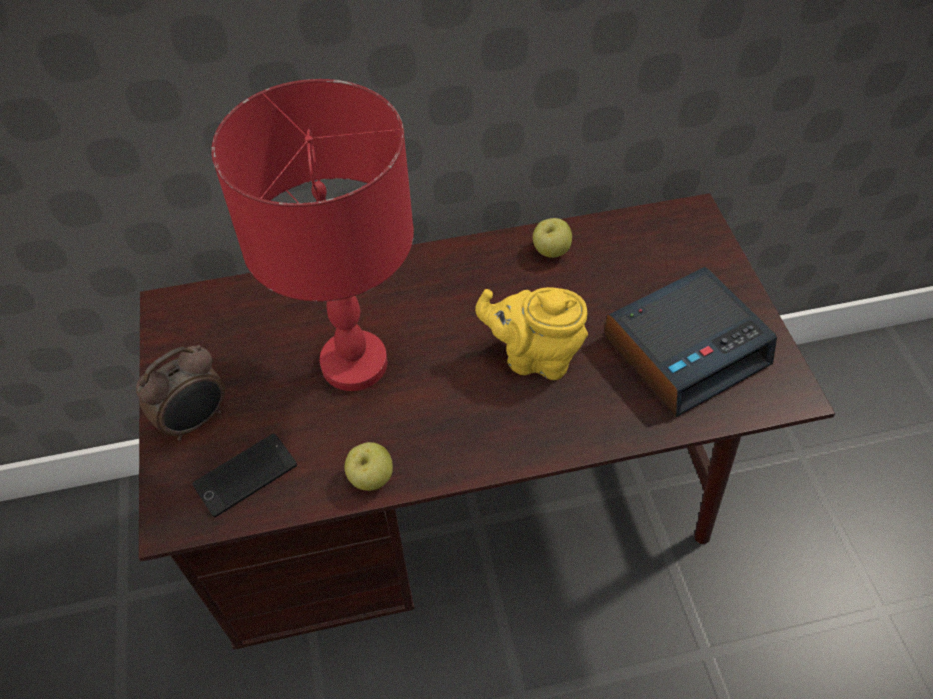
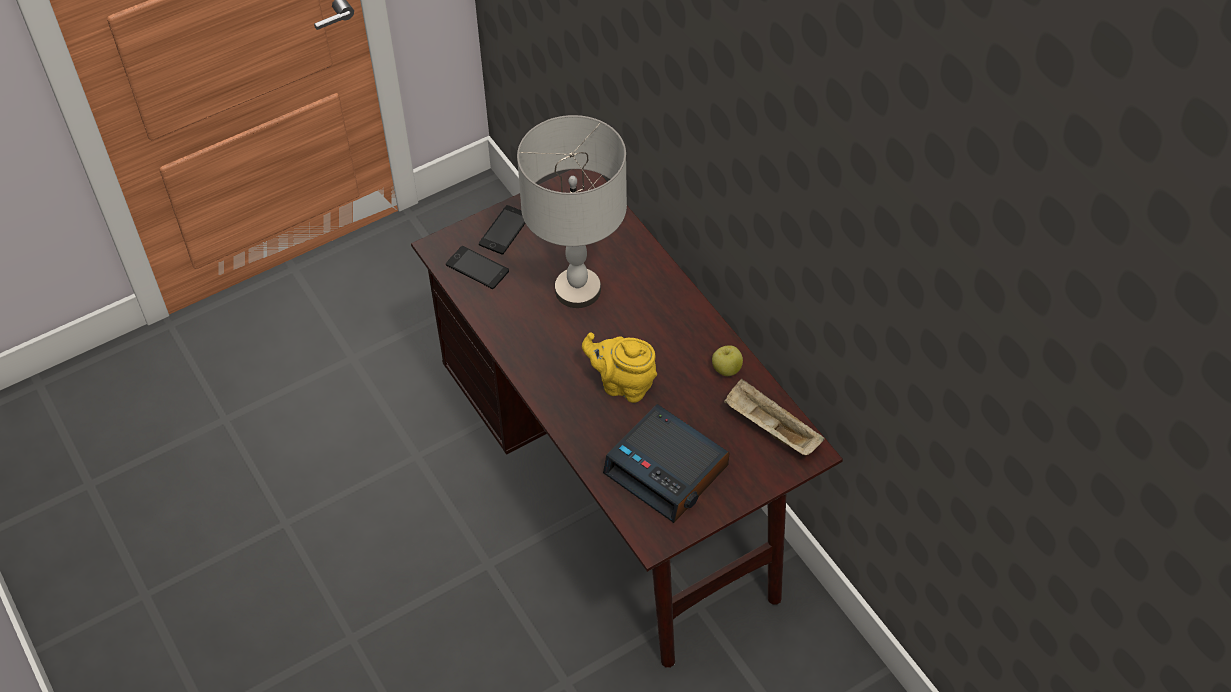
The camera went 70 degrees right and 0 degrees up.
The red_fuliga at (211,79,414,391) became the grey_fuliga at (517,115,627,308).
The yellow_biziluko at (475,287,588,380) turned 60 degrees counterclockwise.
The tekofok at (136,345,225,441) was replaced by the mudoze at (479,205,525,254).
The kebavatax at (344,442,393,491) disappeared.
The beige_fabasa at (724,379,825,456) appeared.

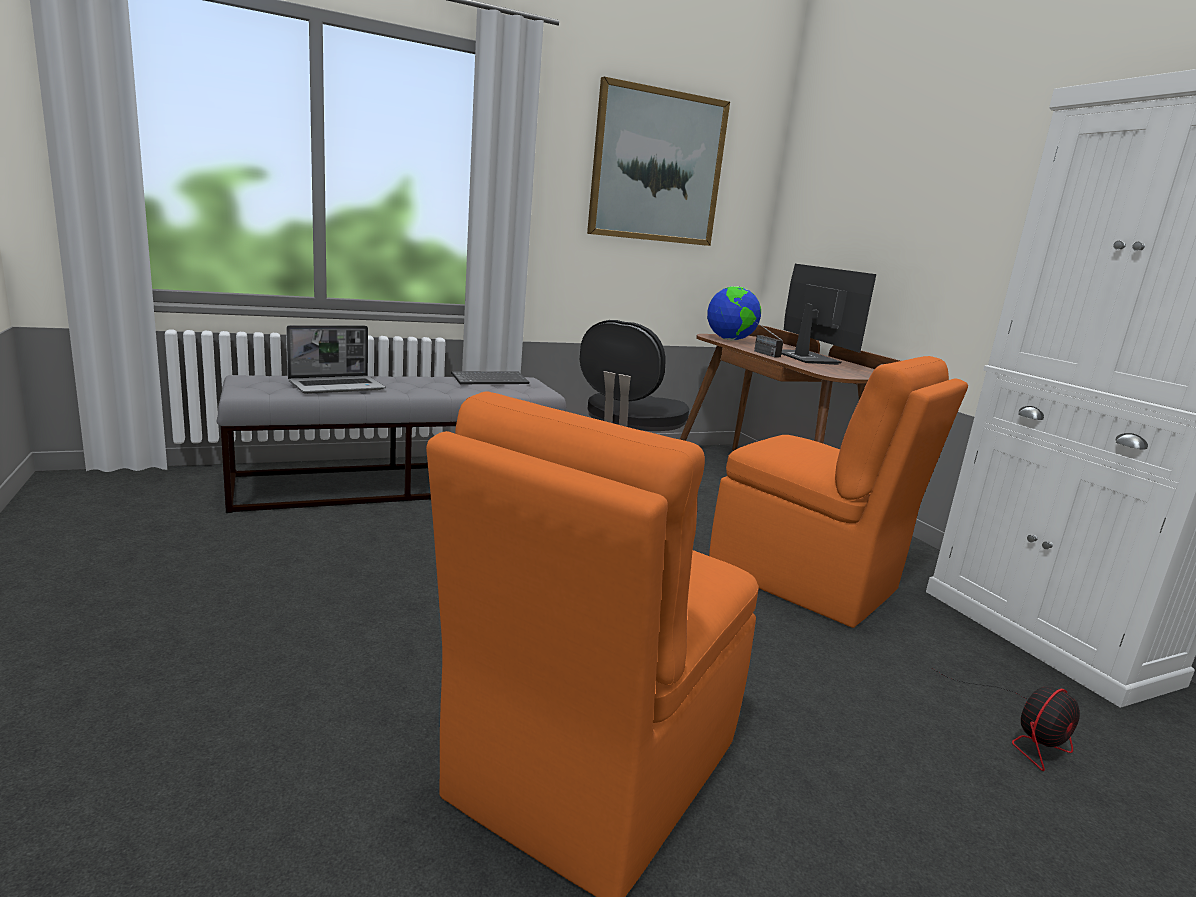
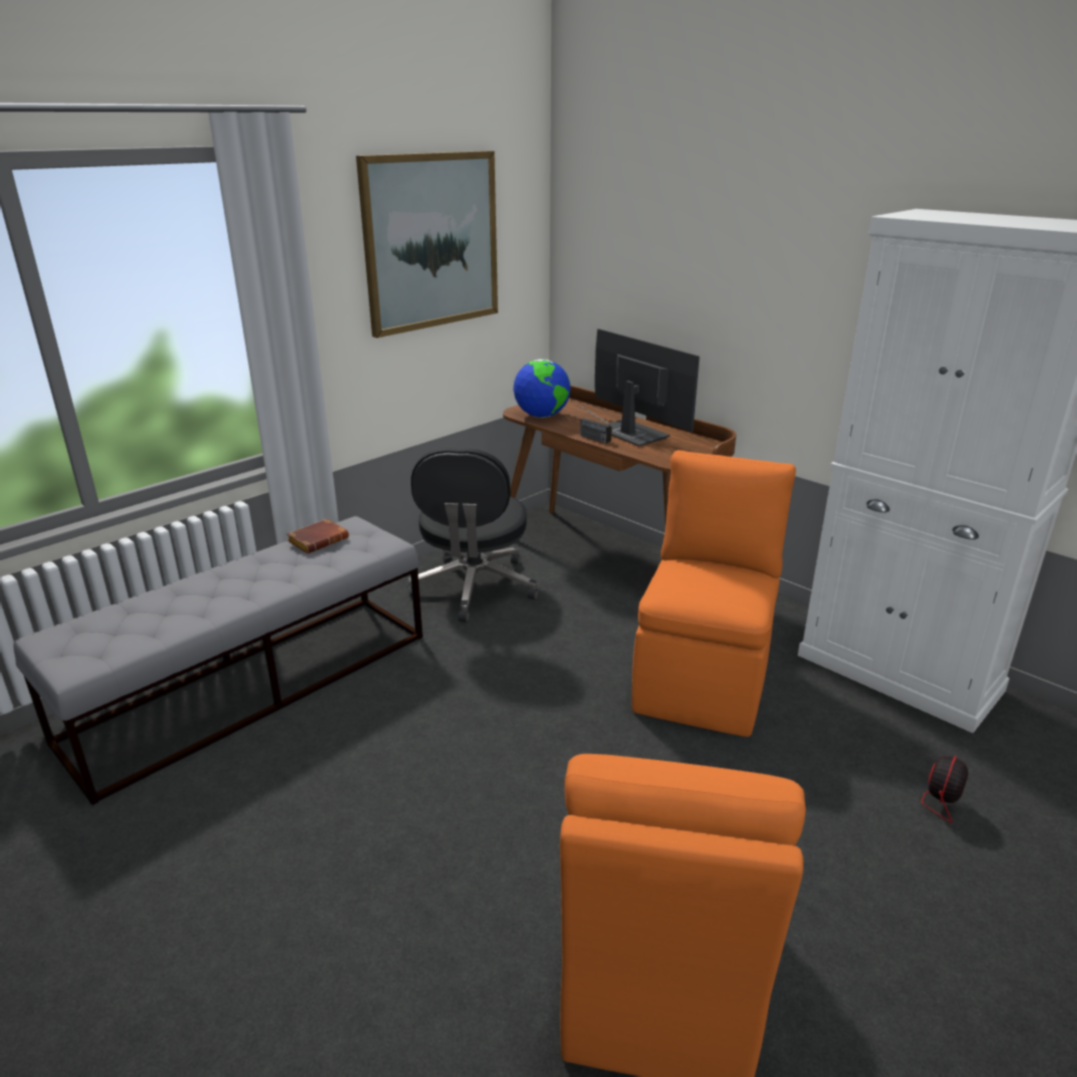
The camera went 20 degrees left and 10 degrees up.
The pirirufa at (286,325,386,394) disappeared.
The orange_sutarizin at (709,356,968,628) turned 90 degrees counterclockwise.
The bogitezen at (451,371,529,384) was replaced by the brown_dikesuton at (287,519,349,554).

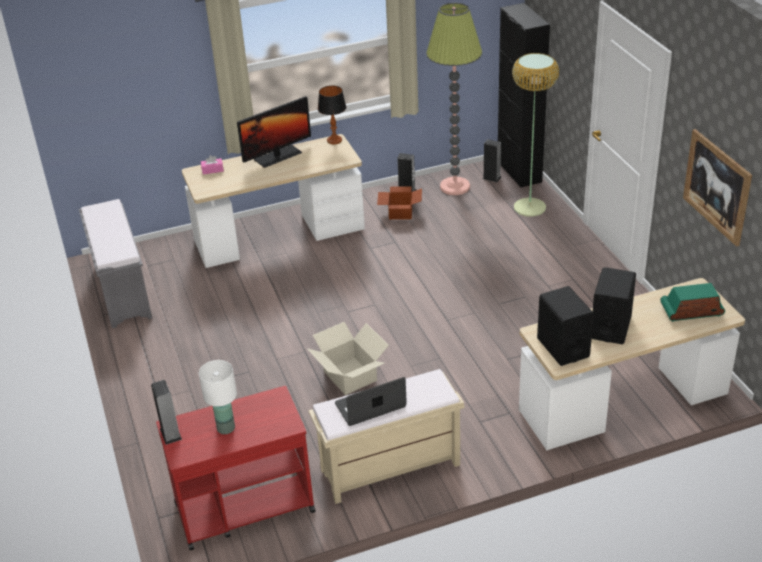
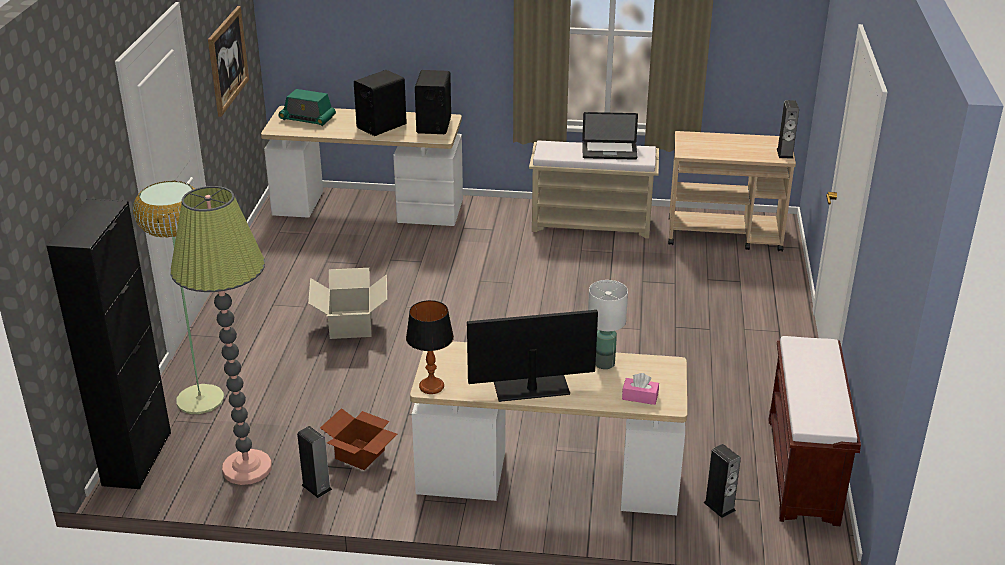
The camera went 155 degrees left and 5 degrees down.
The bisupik moved from (483,139,501,182) to (703,444,741,518).
The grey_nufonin at (79,199,152,328) became the brown_nufonin at (768,336,861,527).
The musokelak moved from (308,322,389,395) to (308,268,387,339).
The white_fuliga moved from (199,360,237,434) to (588,280,628,369).
The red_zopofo at (156,386,316,550) became the beige_zopofo at (668,131,796,252).

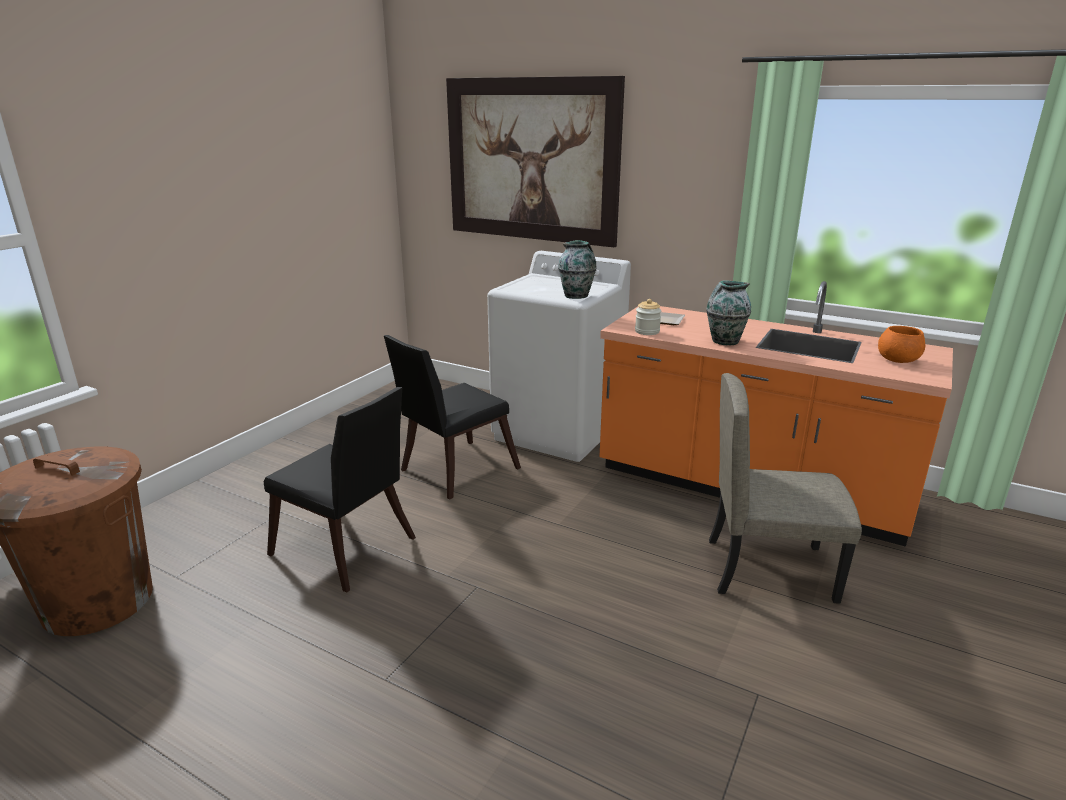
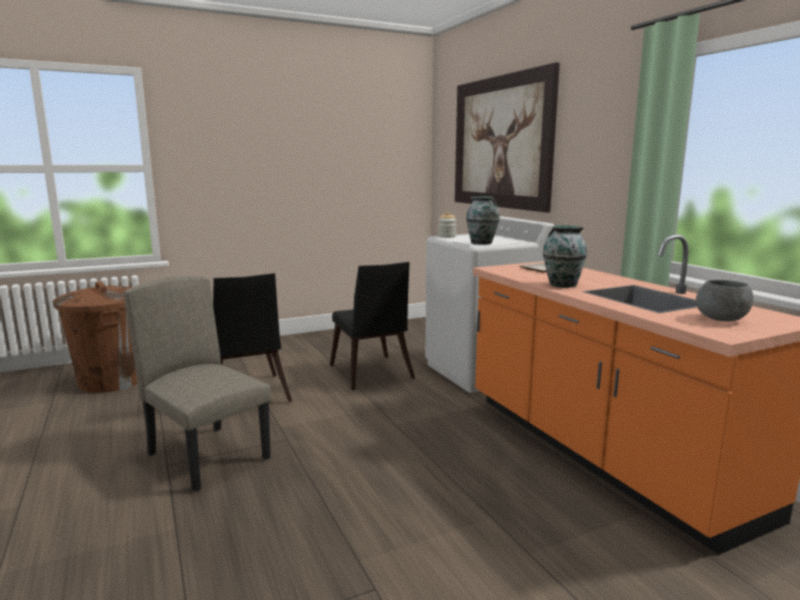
The camera went 35 degrees right and 10 degrees down.
The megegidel moved from (635,299,661,335) to (438,212,457,238).
The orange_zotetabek at (878,326,925,363) became the grey_zotetabek at (696,280,753,321).
The black_sutarizin at (384,335,521,500) turned 105 degrees counterclockwise.
The beige_sutarizin moved from (709,373,862,604) to (124,276,271,491).

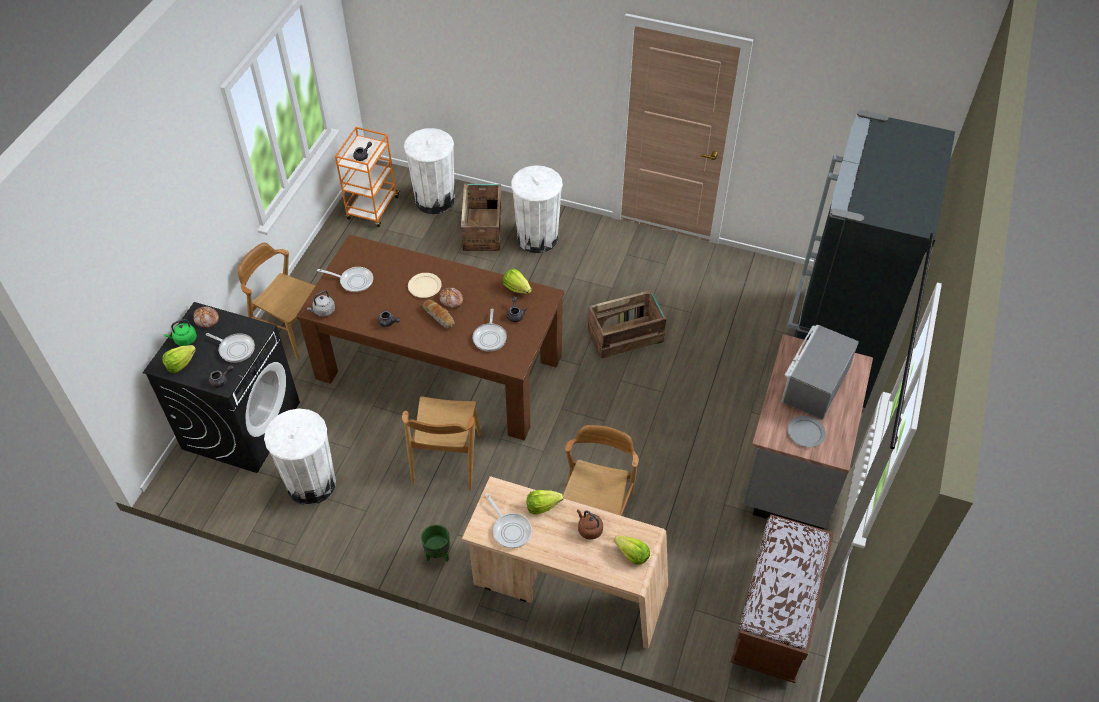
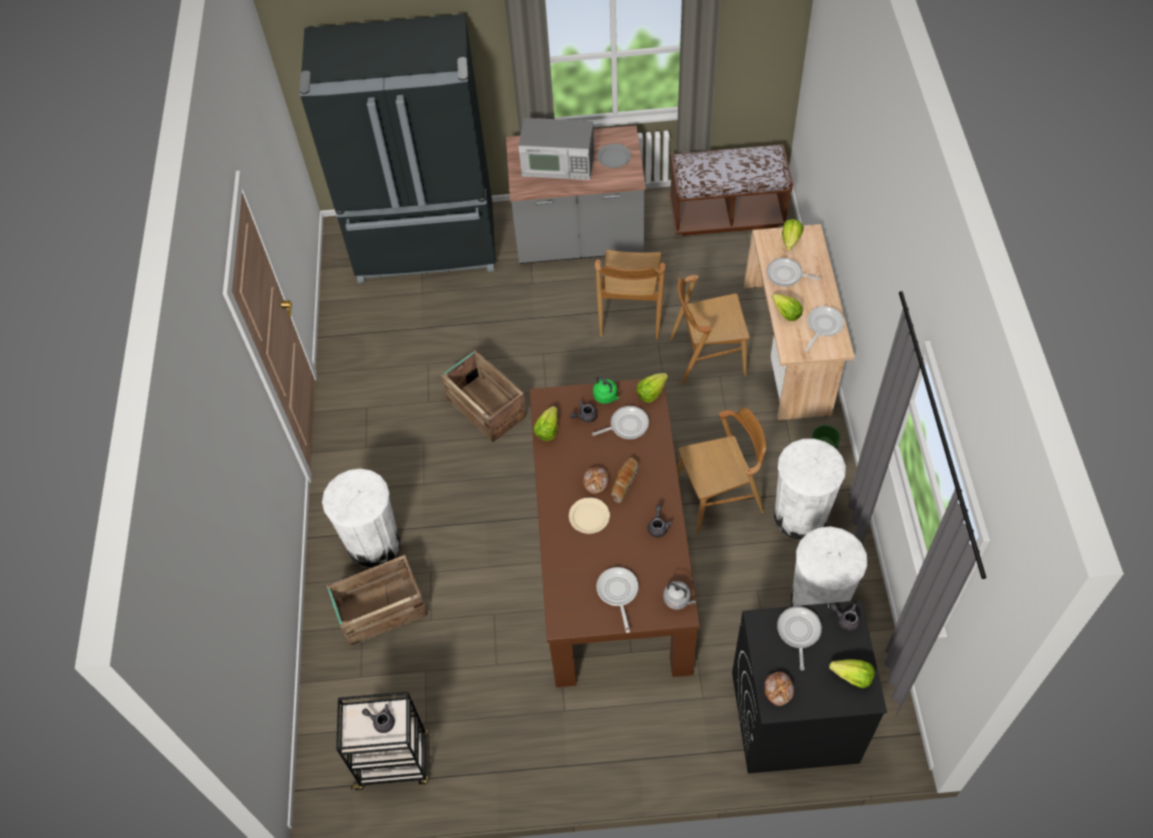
The camera went 110 degrees left and 5 degrees up.
The orange_zopofo at (335,127,400,227) became the black_zopofo at (336,692,429,791).
The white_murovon moved from (404,128,455,214) to (774,439,846,540).
The brown_sutarizin moved from (237,243,316,360) to (595,250,665,340).
The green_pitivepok moved from (164,319,197,346) to (593,376,619,404).
The brown_pitivepok at (577,509,603,540) was replaced by the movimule at (767,258,821,287).
The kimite at (636,373,668,403) appeared.

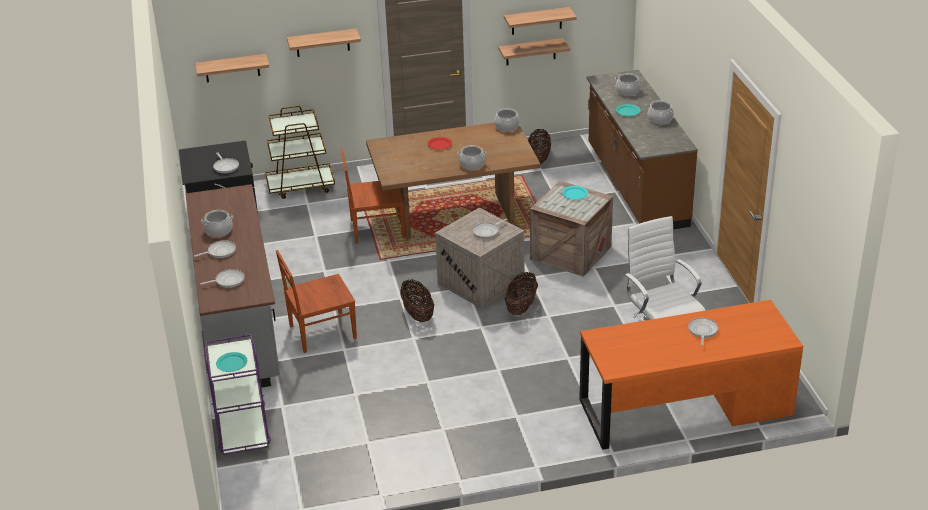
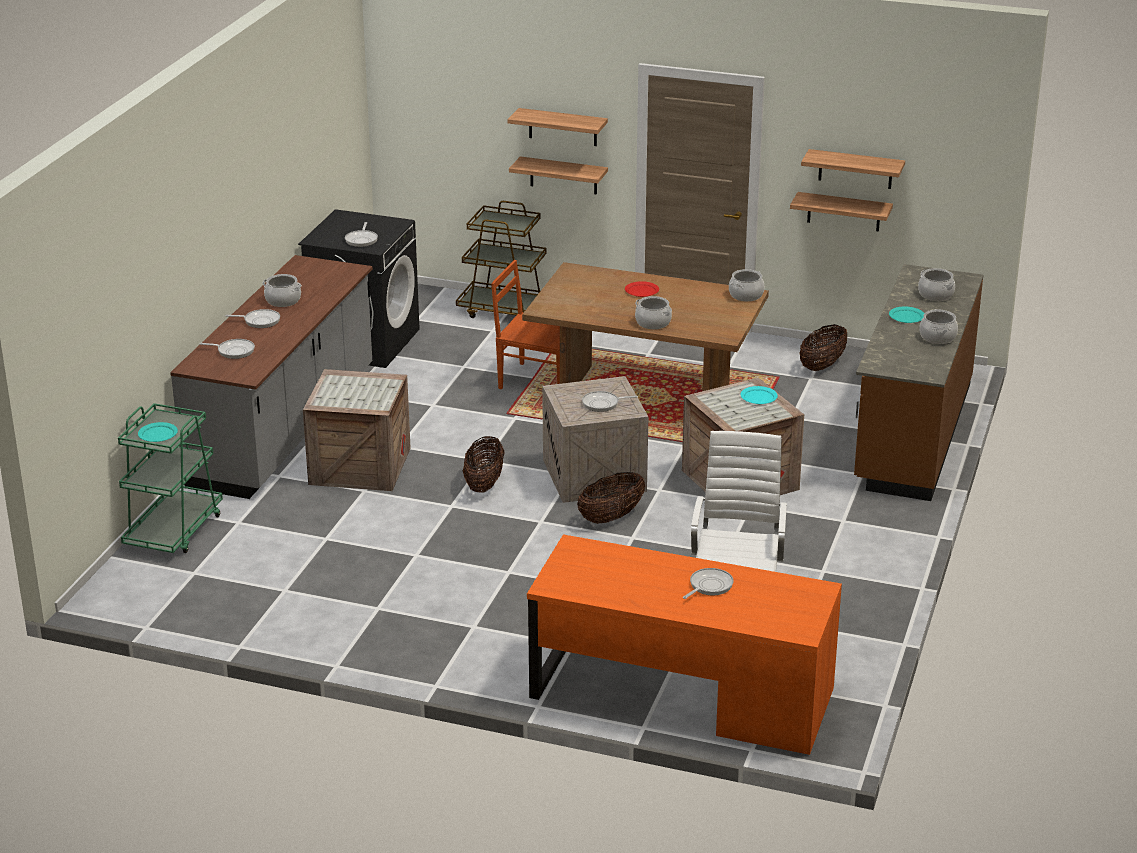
The camera went 30 degrees right and 5 degrees down.
The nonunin moved from (195,54,269,82) to (509,156,608,195).
The brown_sutarizin at (276,250,357,353) was replaced by the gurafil at (303,369,411,491).
The purple_zopofo at (204,334,271,455) became the green_zopofo at (118,403,223,553).

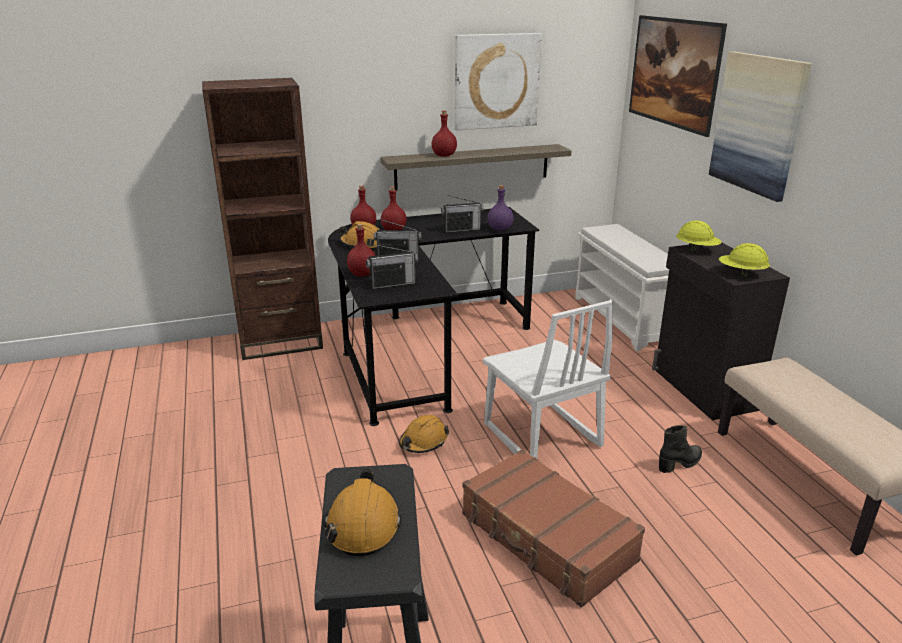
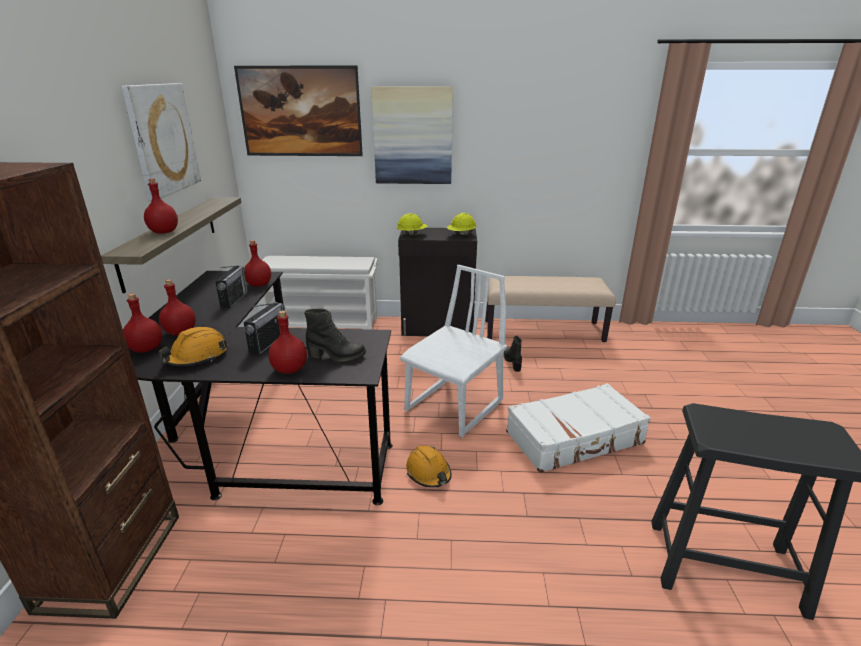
The camera went 70 degrees left and 0 degrees up.
The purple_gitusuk at (487,185,513,231) became the red_gitusuk at (244,240,271,287).
The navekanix at (366,244,418,289) was replaced by the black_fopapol at (304,308,366,362).
The white_sutarizin at (483,300,613,458) turned 45 degrees counterclockwise.
The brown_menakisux at (462,449,645,608) became the white_menakisux at (506,383,651,473).
The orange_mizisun at (324,468,401,556) disappeared.

